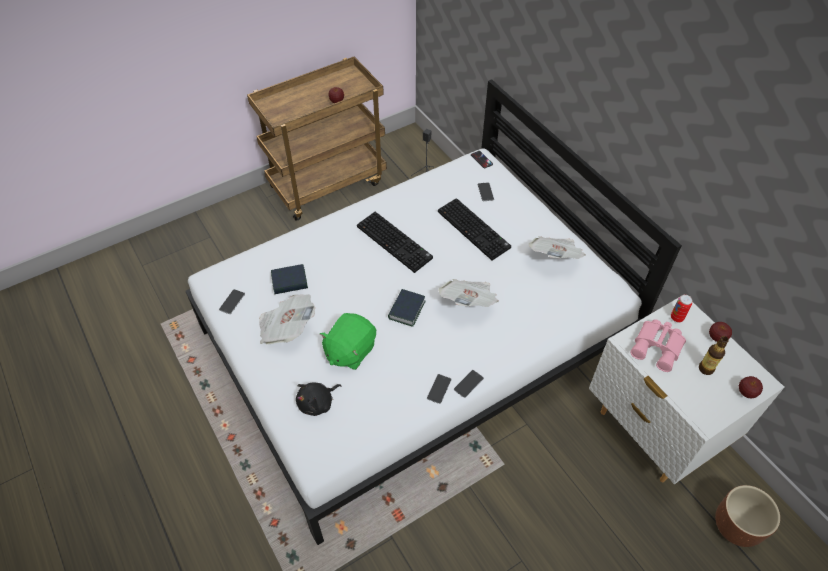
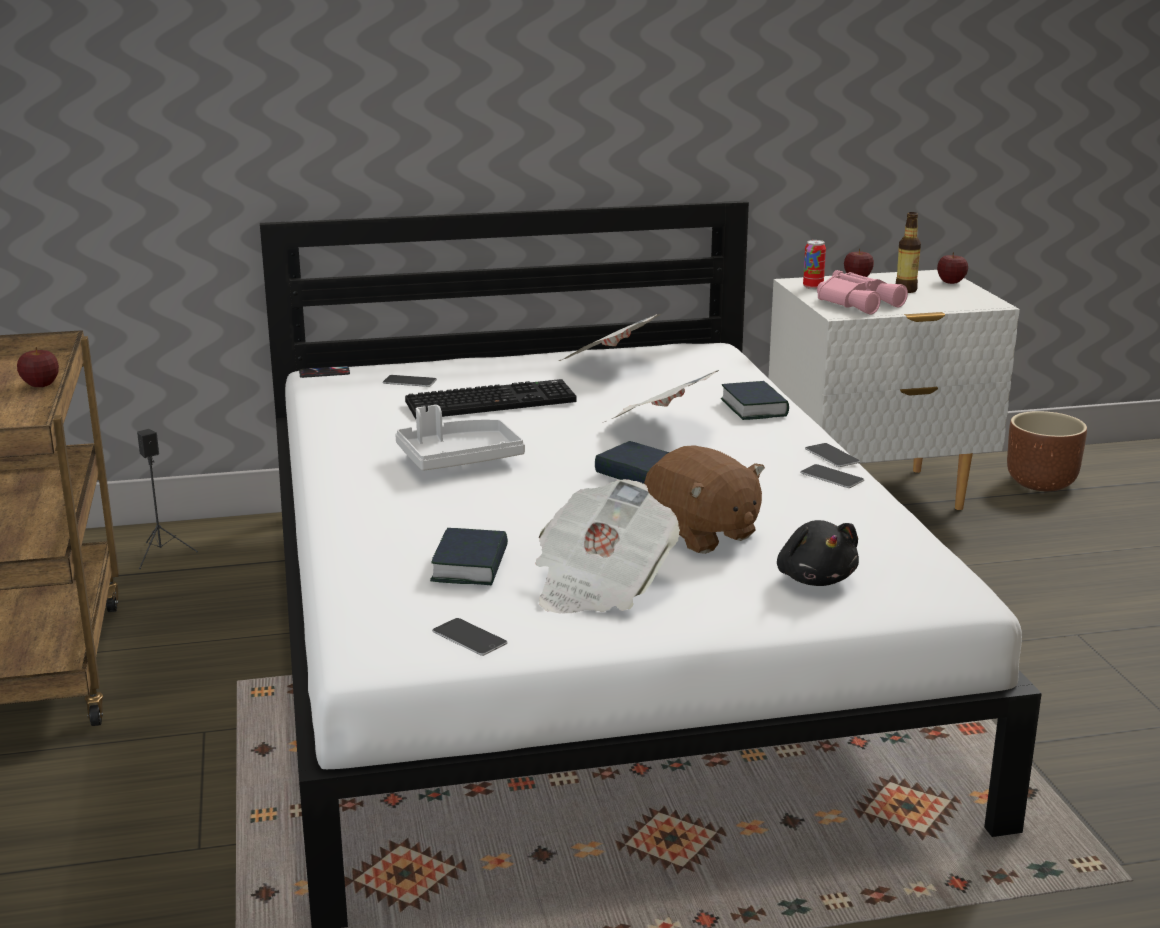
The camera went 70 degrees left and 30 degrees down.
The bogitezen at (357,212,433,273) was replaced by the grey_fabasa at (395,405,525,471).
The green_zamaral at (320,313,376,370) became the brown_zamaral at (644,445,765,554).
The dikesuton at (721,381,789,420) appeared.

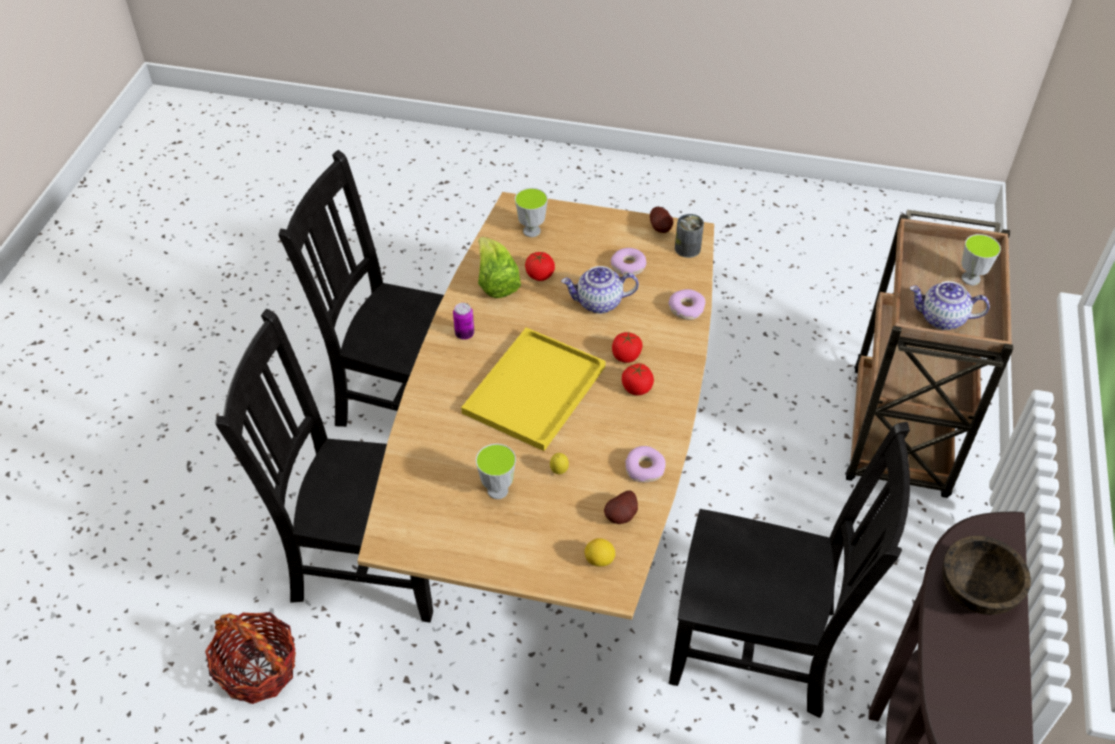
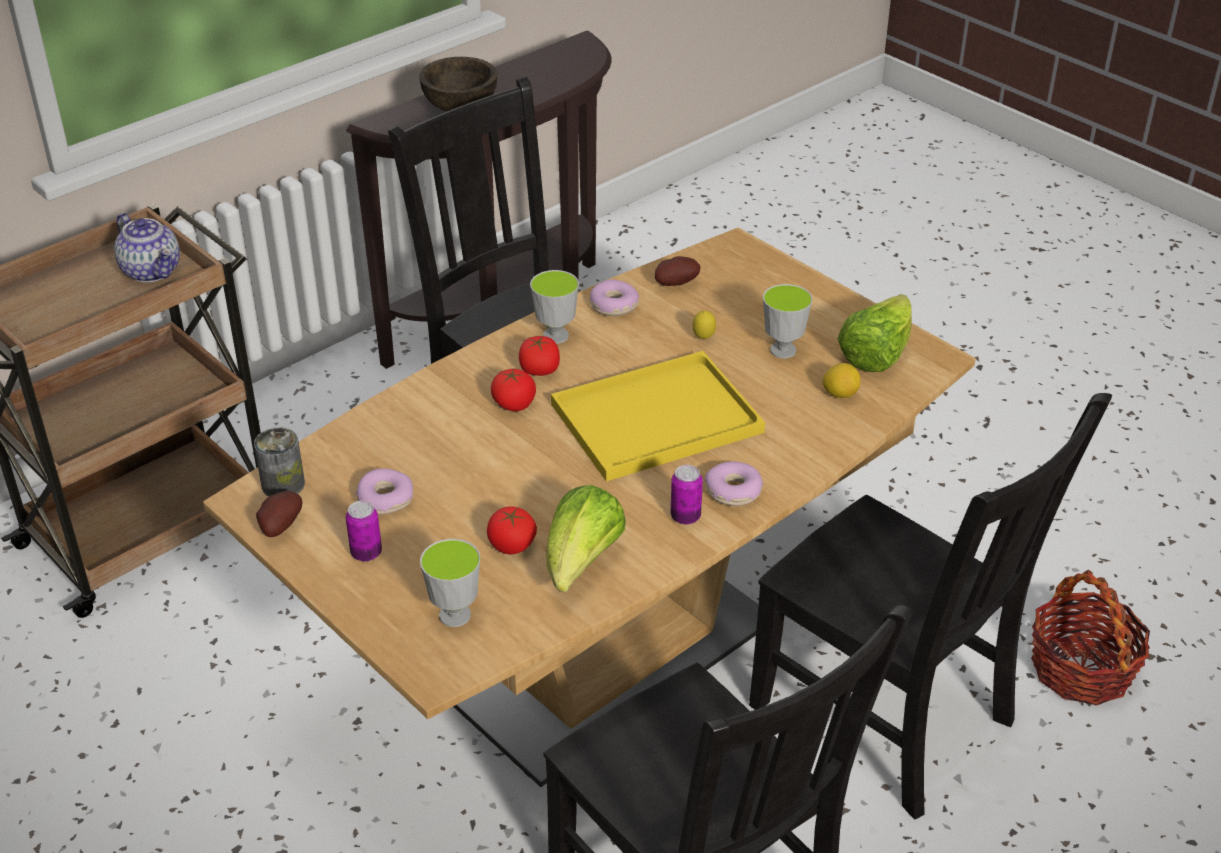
The camera went 145 degrees left and 10 degrees down.
The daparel moved from (961,234,1001,285) to (530,270,579,344).
The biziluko at (561,266,639,314) disappeared.
The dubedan moved from (669,289,705,320) to (705,462,763,506).
The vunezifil moved from (585,538,615,567) to (822,363,861,398).
The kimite at (838,294,912,372) appeared.
The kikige at (346,501,382,562) appeared.

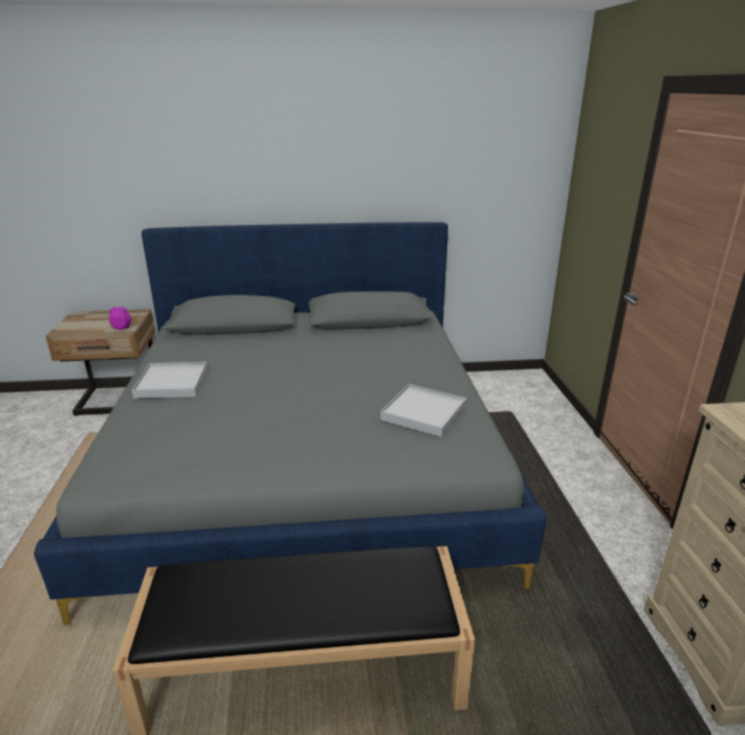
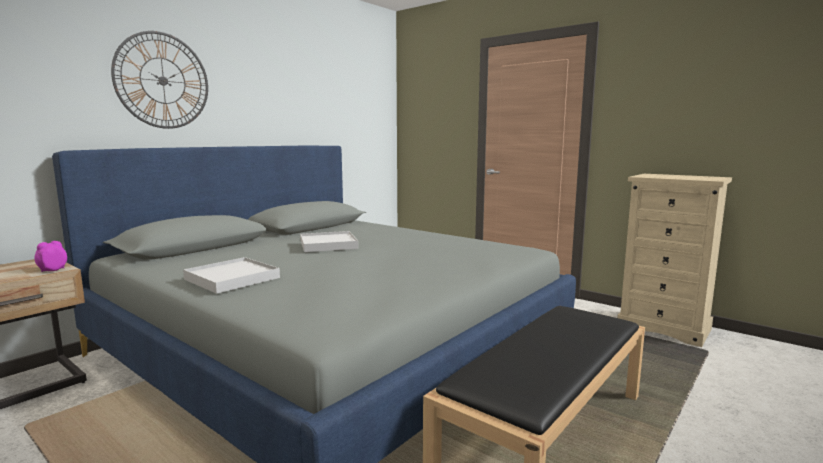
The camera went 45 degrees left and 15 degrees down.
The white_fabasa moved from (380,384,466,437) to (300,231,358,252).
The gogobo at (111,31,208,129) appeared.

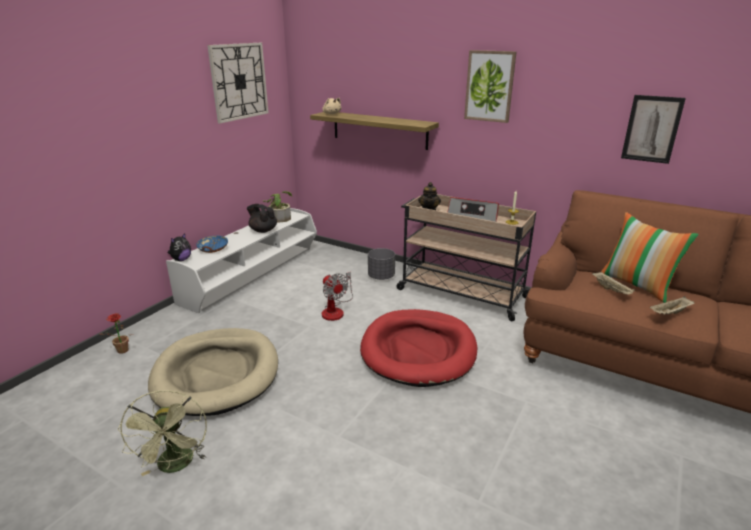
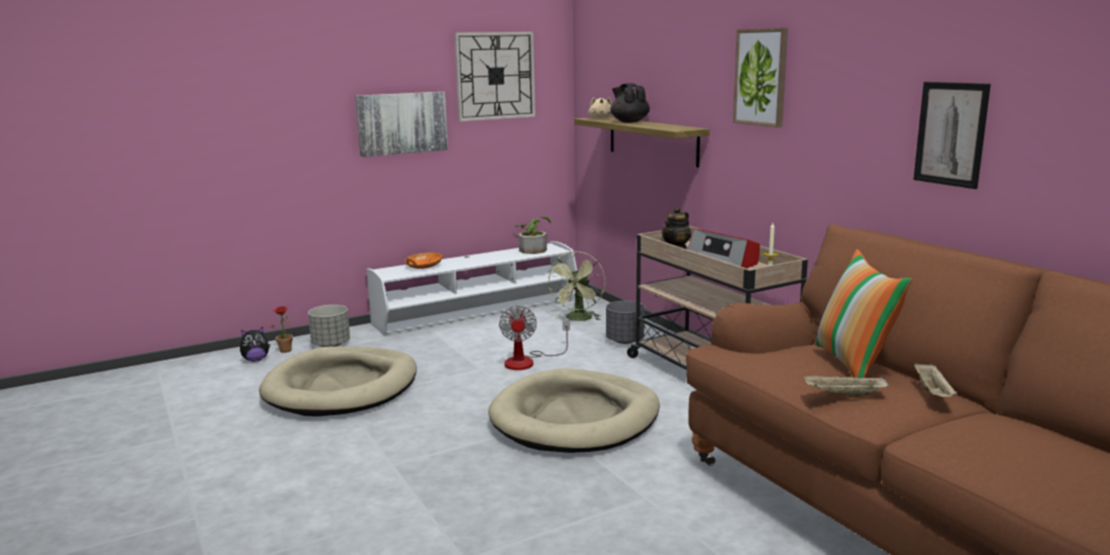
The camera went 30 degrees right and 10 degrees down.
The black_biziluko moved from (247,204,277,233) to (610,83,650,123).
The zamaral moved from (168,233,191,261) to (240,327,270,362).
The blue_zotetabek at (196,236,228,253) became the orange_zotetabek at (405,253,442,269).
The beige_fabasa moved from (592,272,635,294) to (914,362,957,397).
The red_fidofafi at (360,309,478,387) became the beige_fidofafi at (488,368,660,453).
The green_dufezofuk moved from (118,390,207,476) to (547,251,605,321).
The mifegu at (355,92,448,157) appeared.
The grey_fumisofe at (308,305,350,347) appeared.

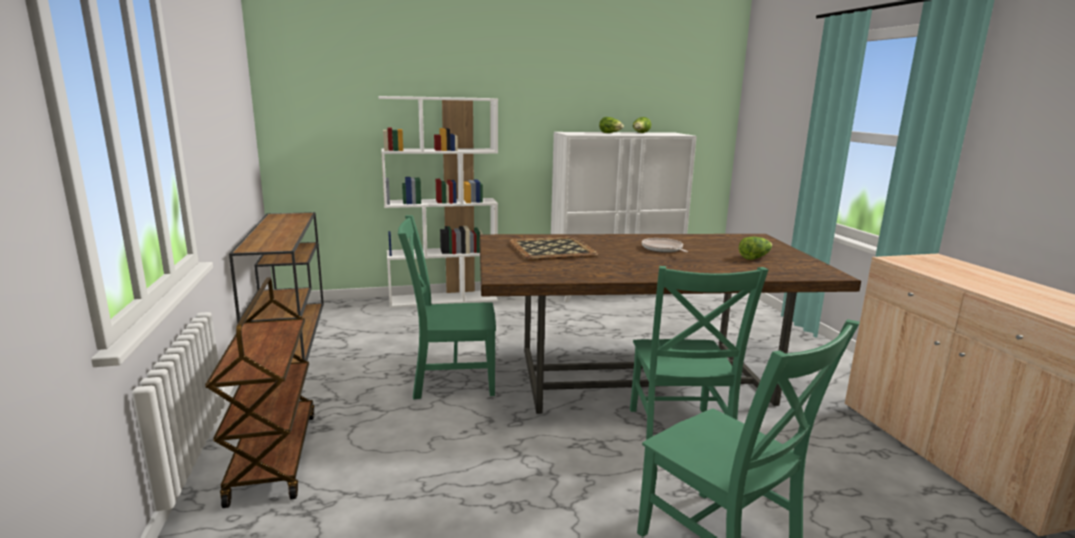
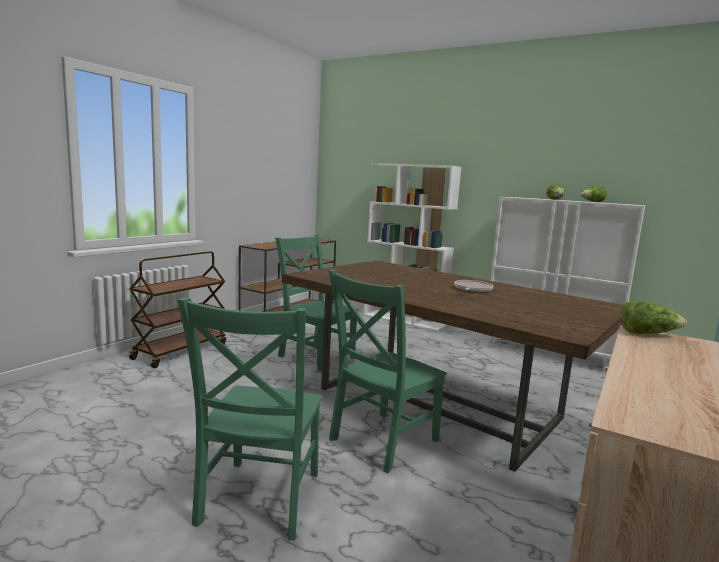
The camera went 45 degrees right and 5 degrees down.
The fabasa at (508,236,598,261) disappeared.
The kimite moved from (739,237,772,260) to (621,300,687,334).

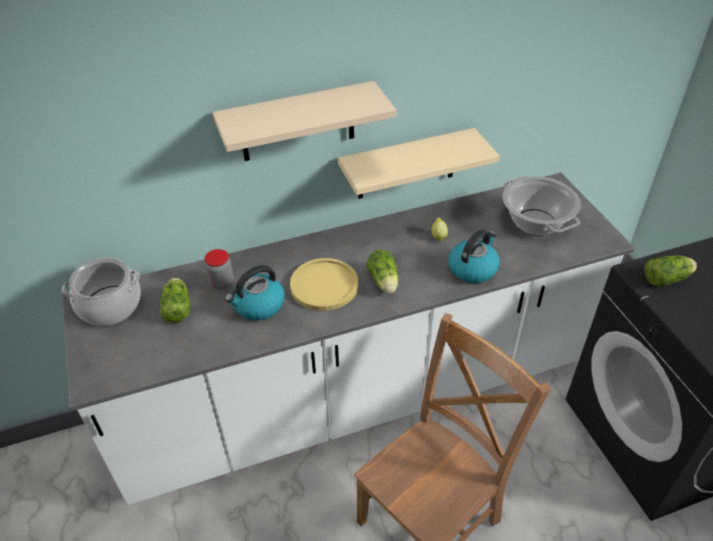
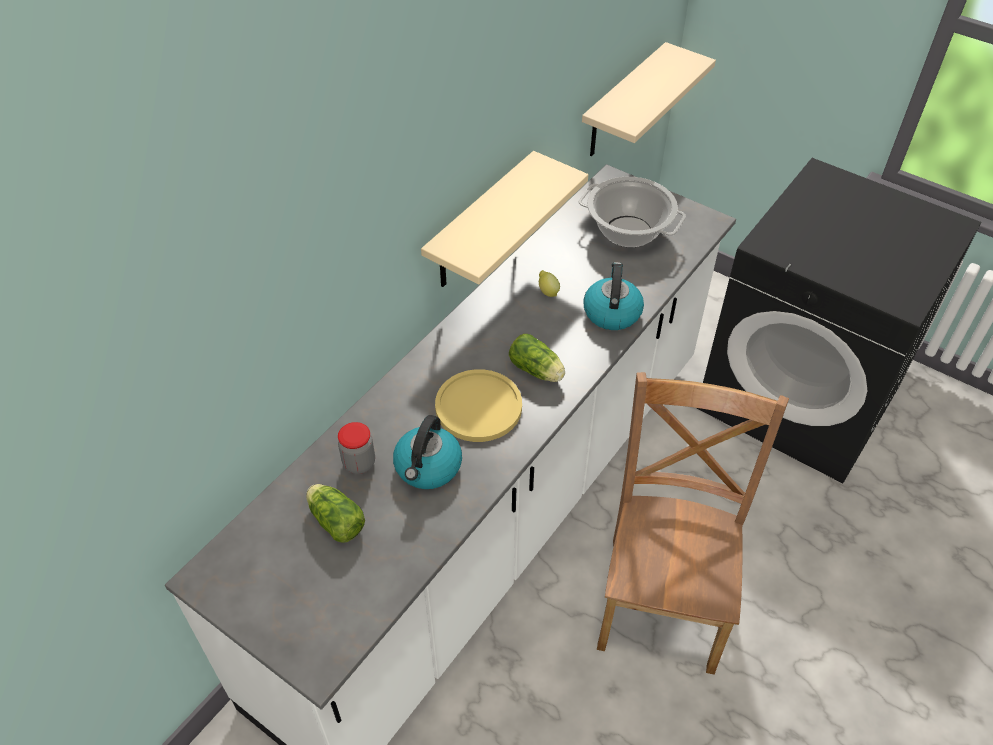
The camera went 35 degrees left and 5 degrees up.
The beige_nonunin moved from (213,81,396,161) to (582,42,716,156).
The kimite at (644,255,697,286) disappeared.
The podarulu at (62,258,141,326) disappeared.

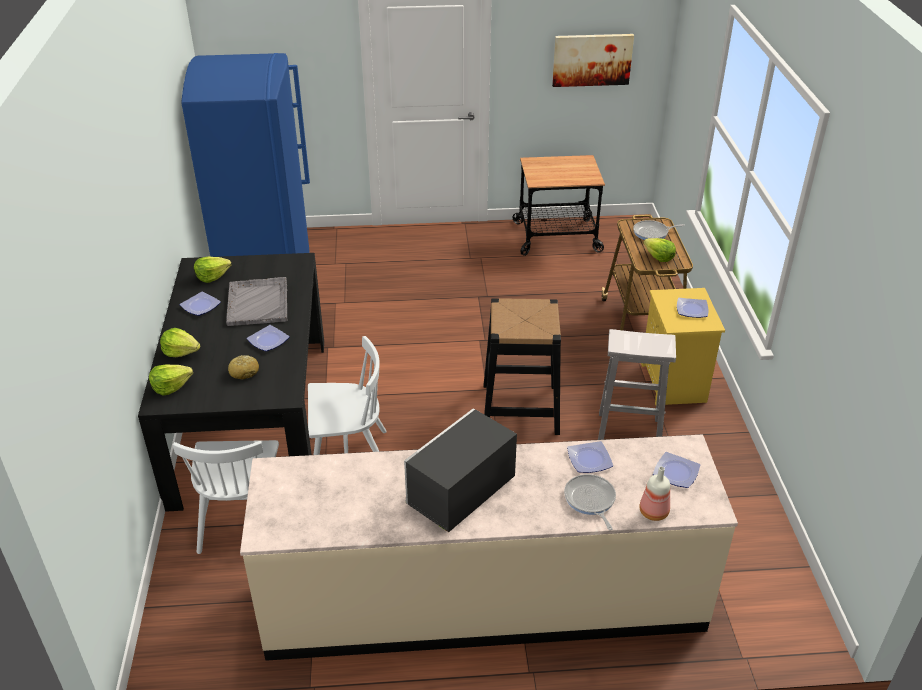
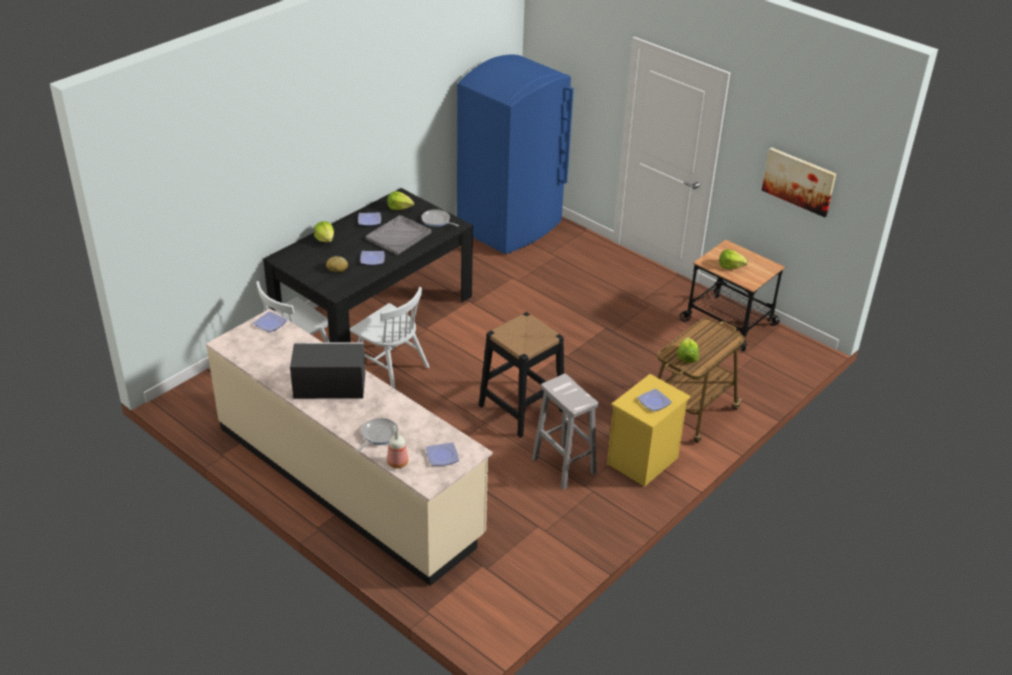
The camera went 45 degrees right and 0 degrees up.
The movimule moved from (633,220,685,240) to (421,209,459,227).
The kimite moved from (149,364,193,395) to (719,249,748,269).
The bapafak moved from (567,441,613,473) to (253,311,287,332).

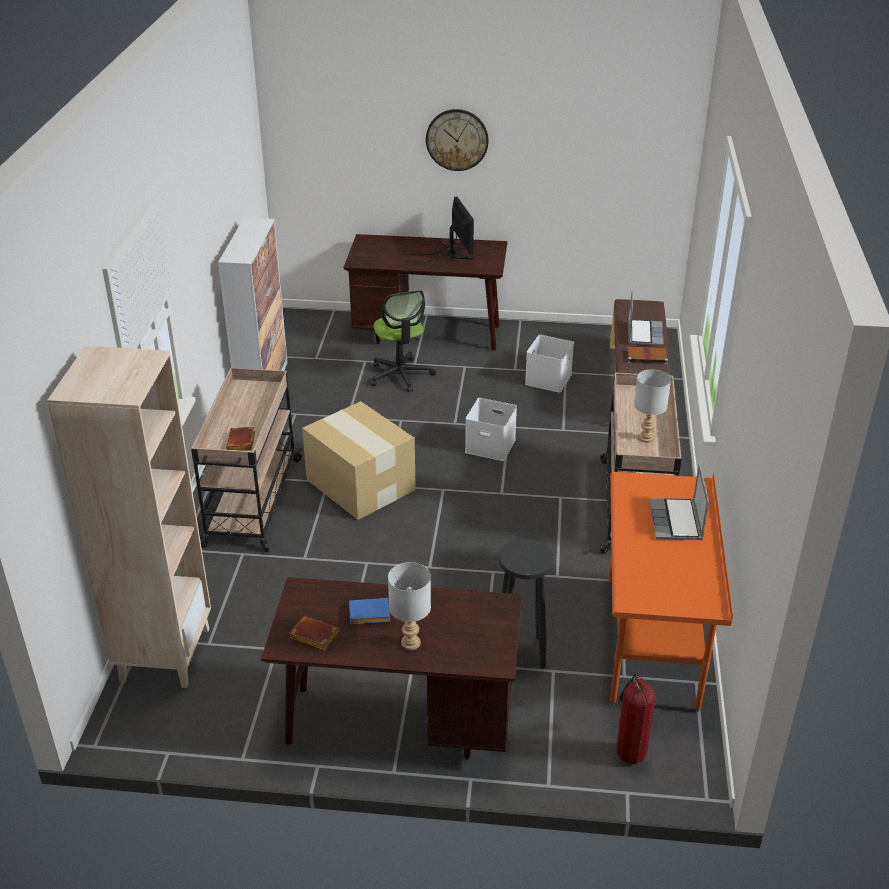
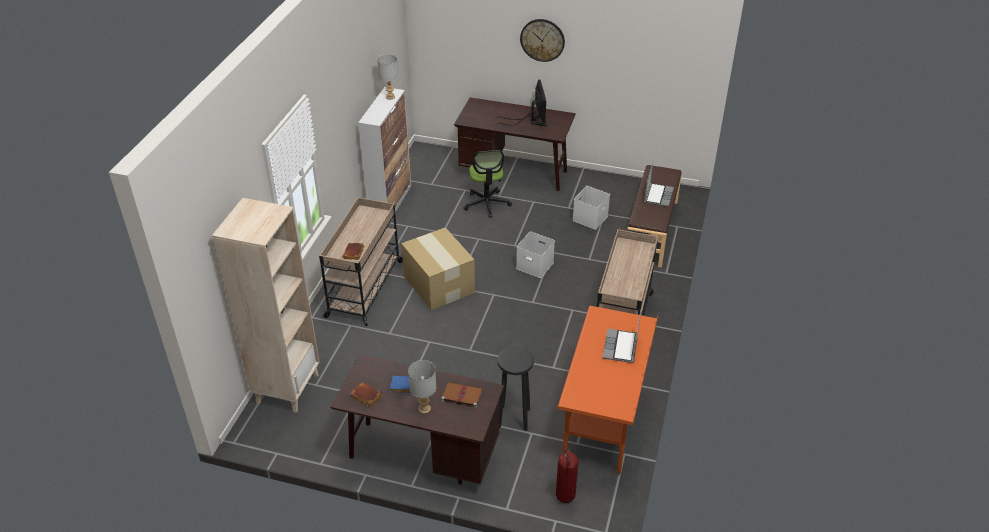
The camera went 10 degrees right and 5 degrees up.
The brown_dikesuton moved from (625,346,668,365) to (440,382,483,408).
The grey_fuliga moved from (634,370,671,443) to (377,54,399,100).

